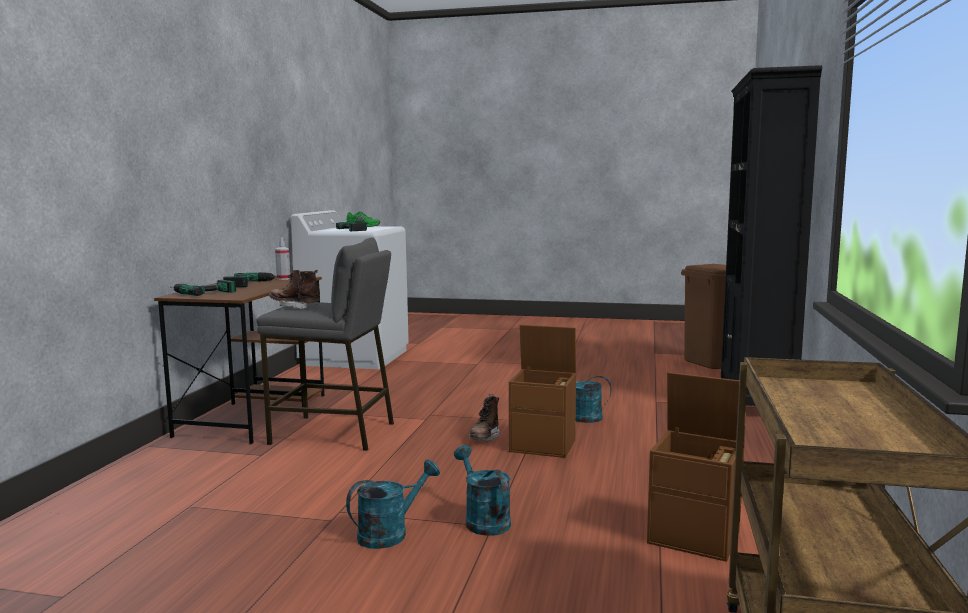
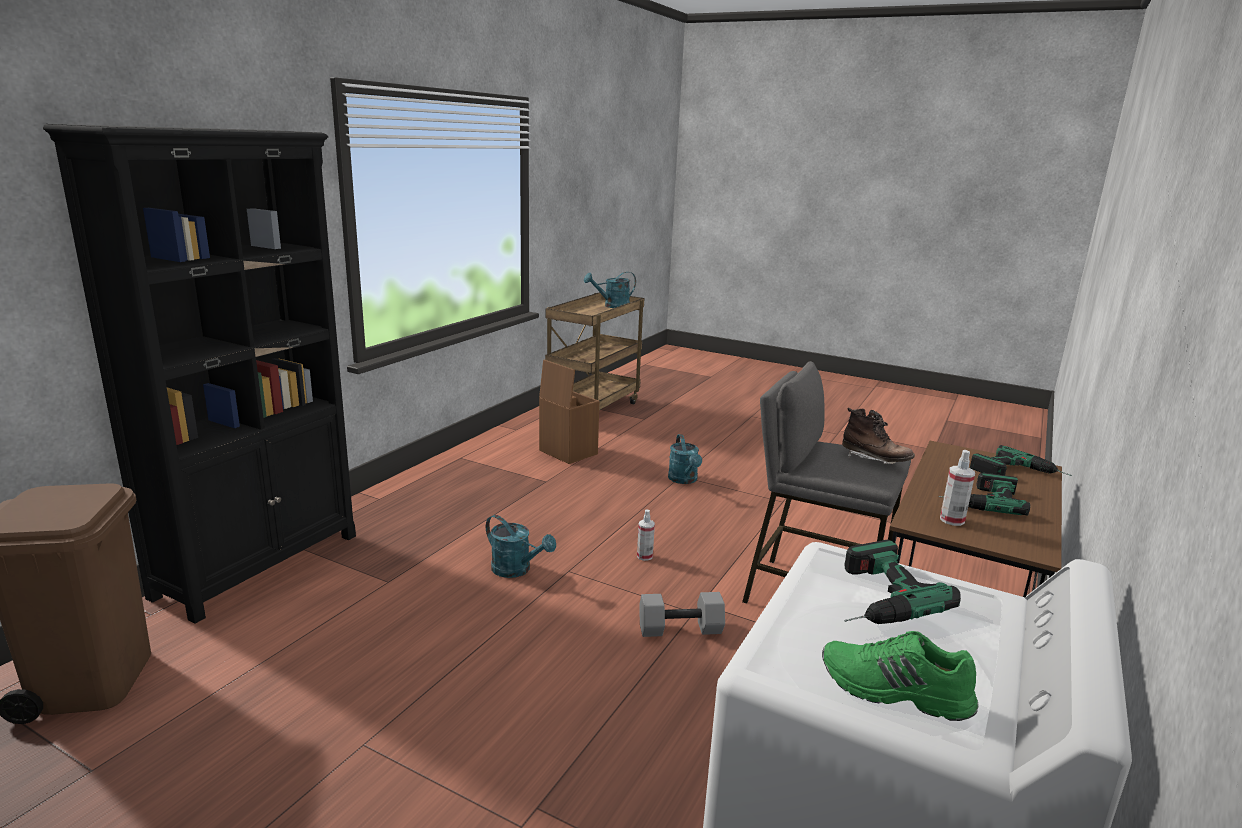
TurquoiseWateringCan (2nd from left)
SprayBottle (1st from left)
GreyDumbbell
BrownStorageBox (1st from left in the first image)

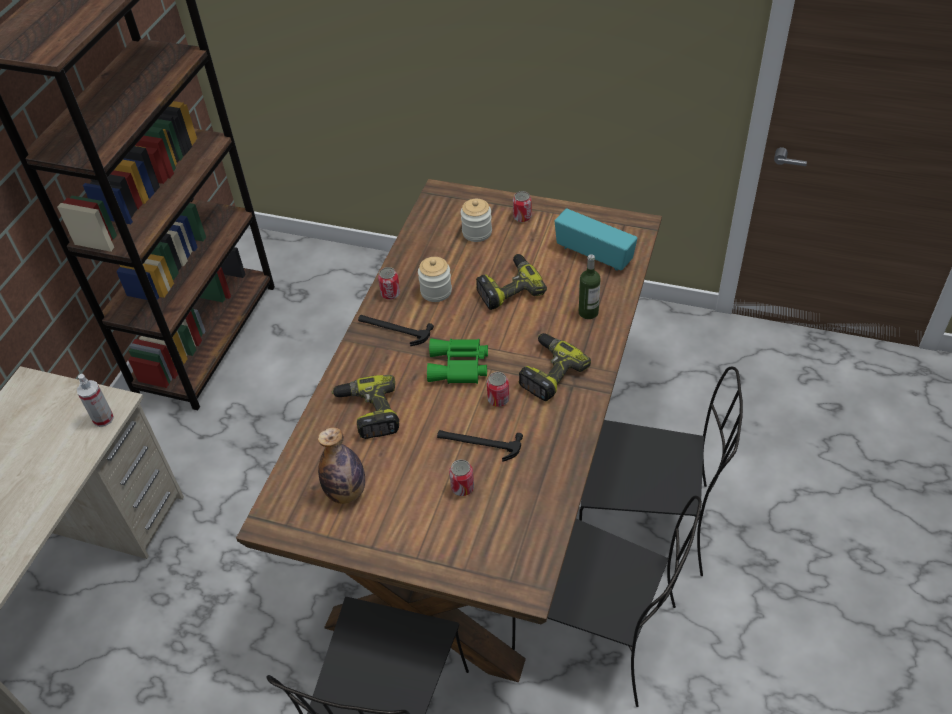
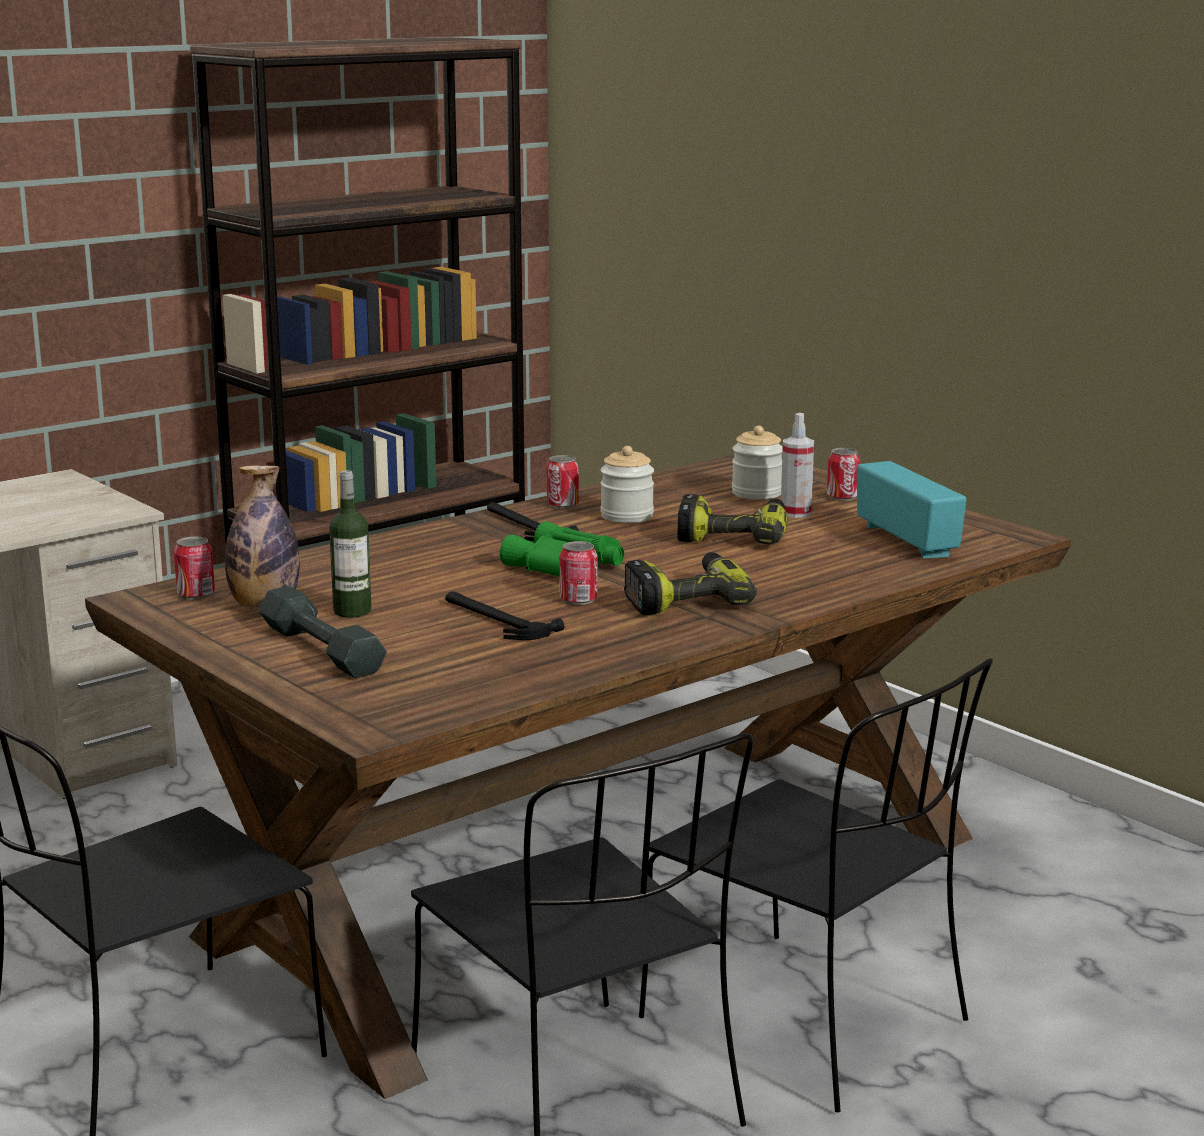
Can (1st from left)
GreyDumbbell
Bottle (2nd from left)
SprayBottle
PowerDrill (1st from left in the first image)

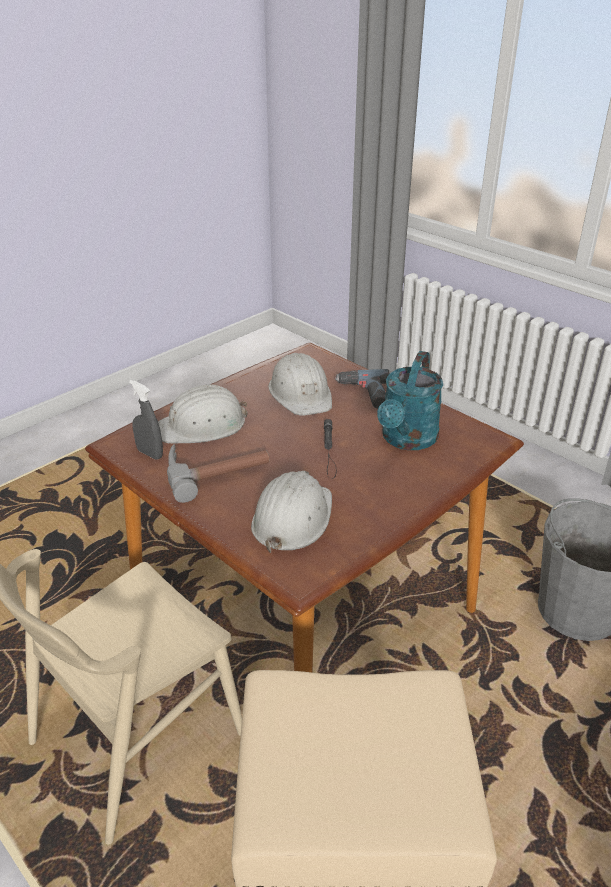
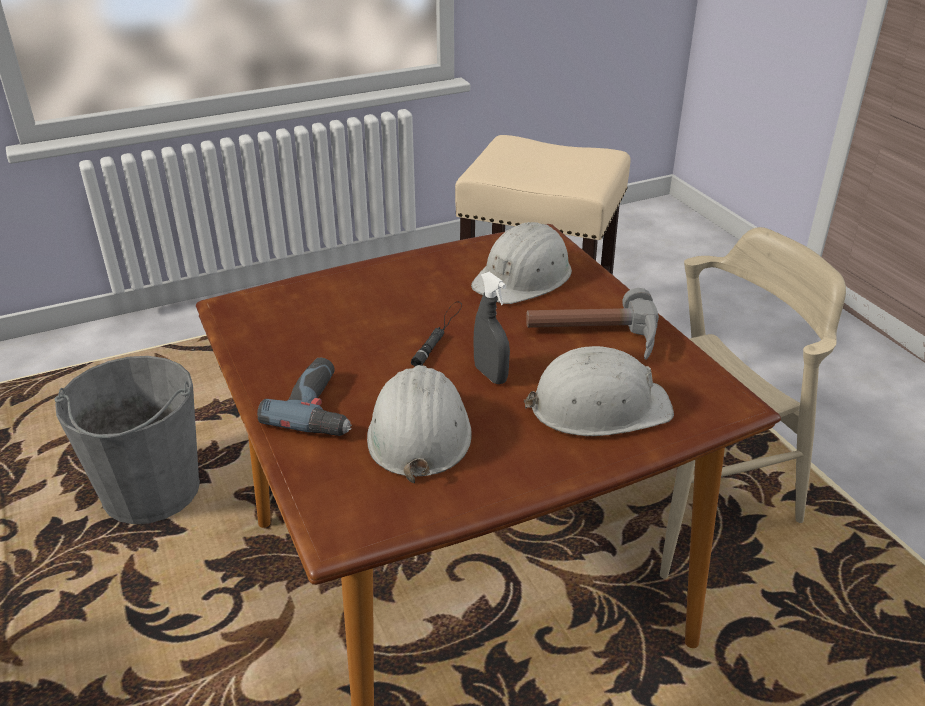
GreySprayBottle
TurquoiseWateringCan

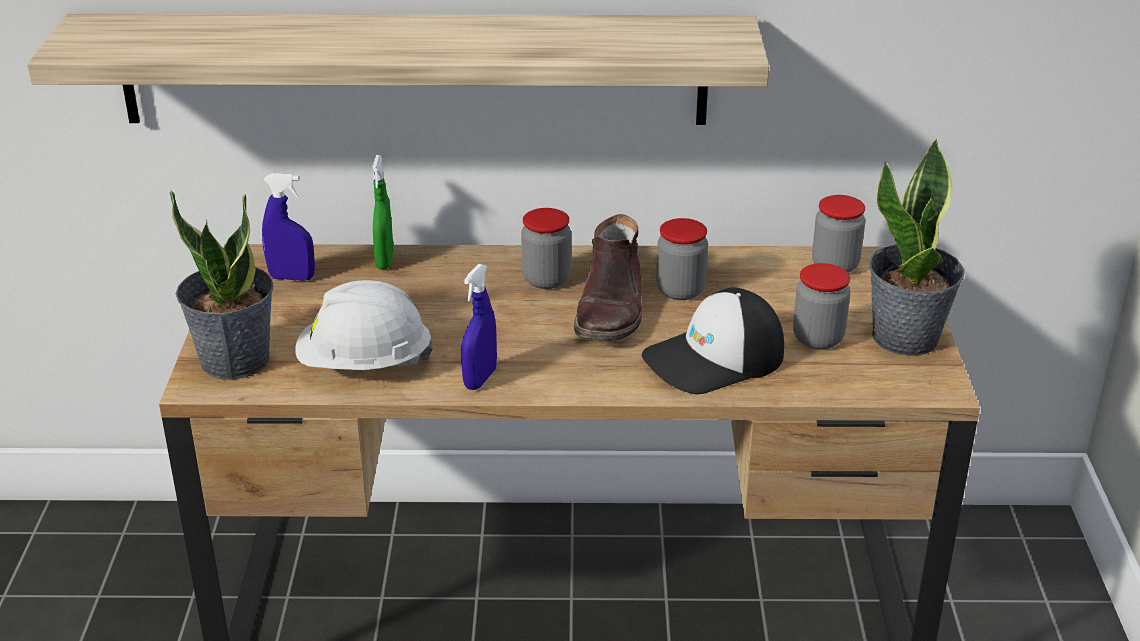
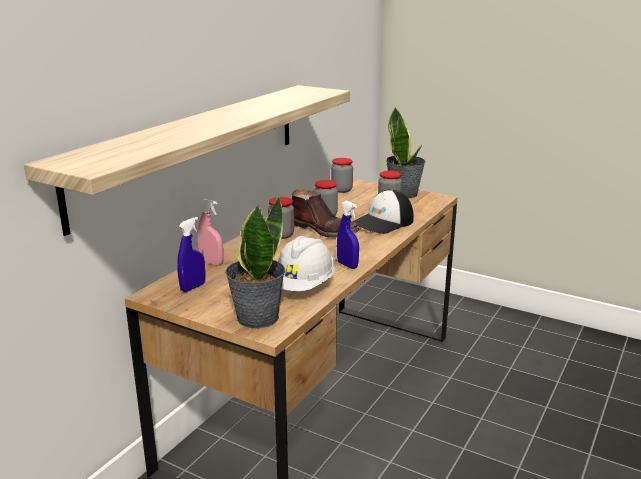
PinkSprayBottle
Cap

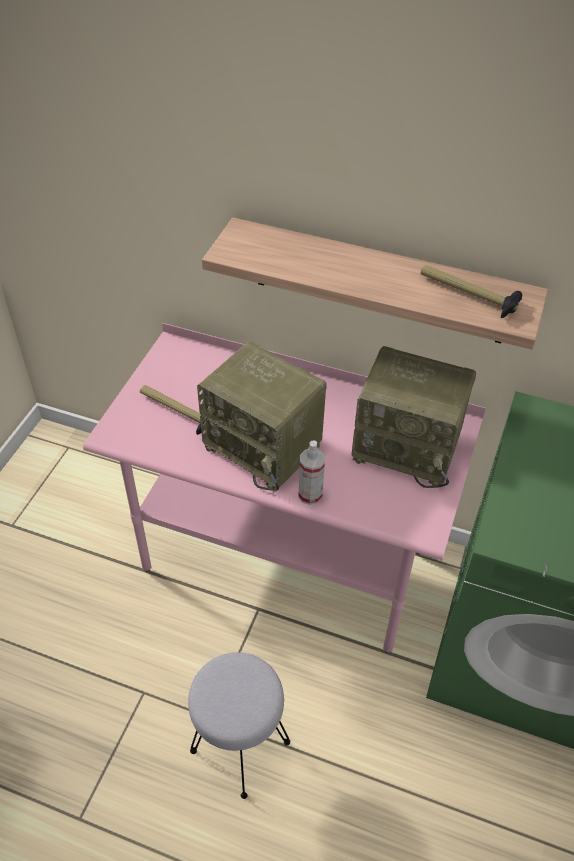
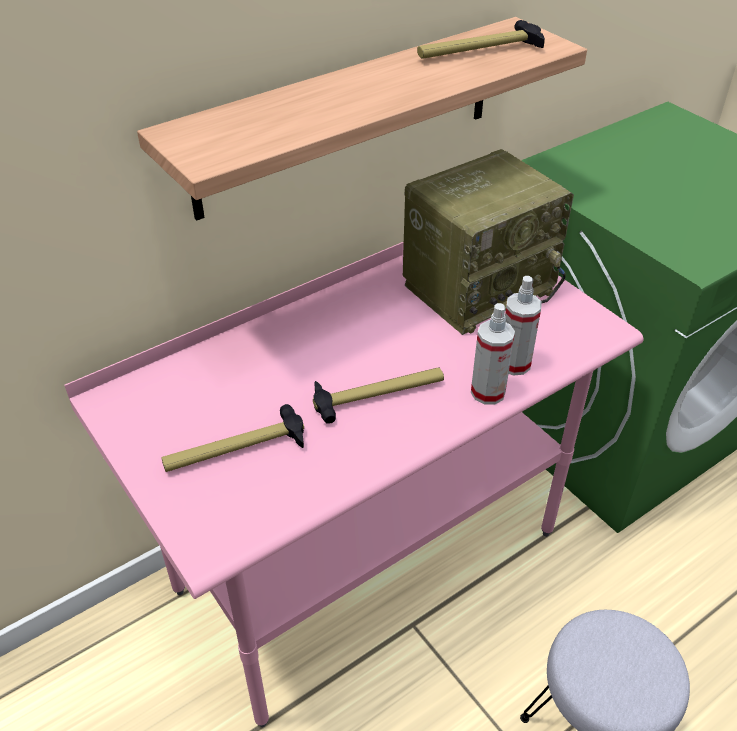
Hammer (2nd from left)
SprayBottle (2nd from left)

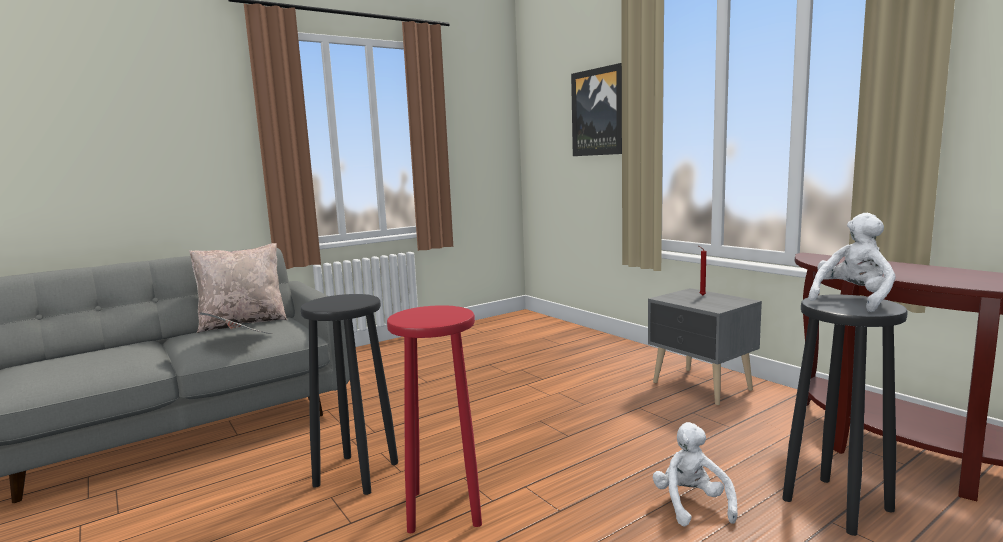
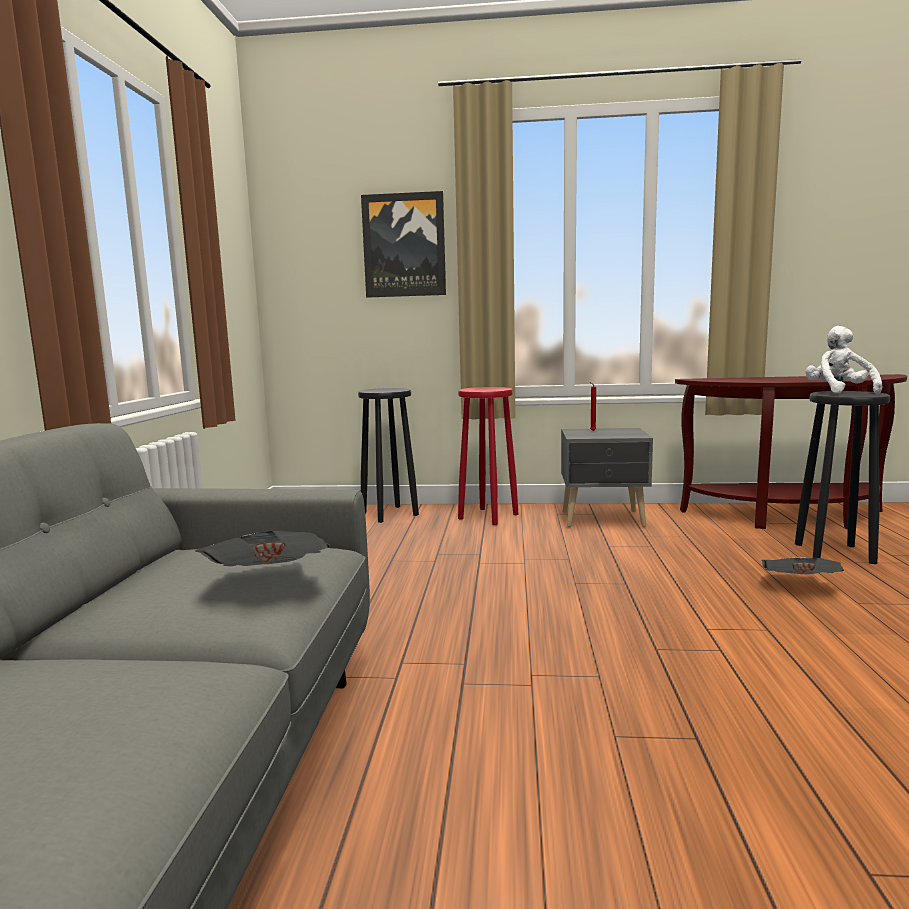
BlackStool (1st from left)
RedStool
Newspaper (2nd from left)
BeigePillow

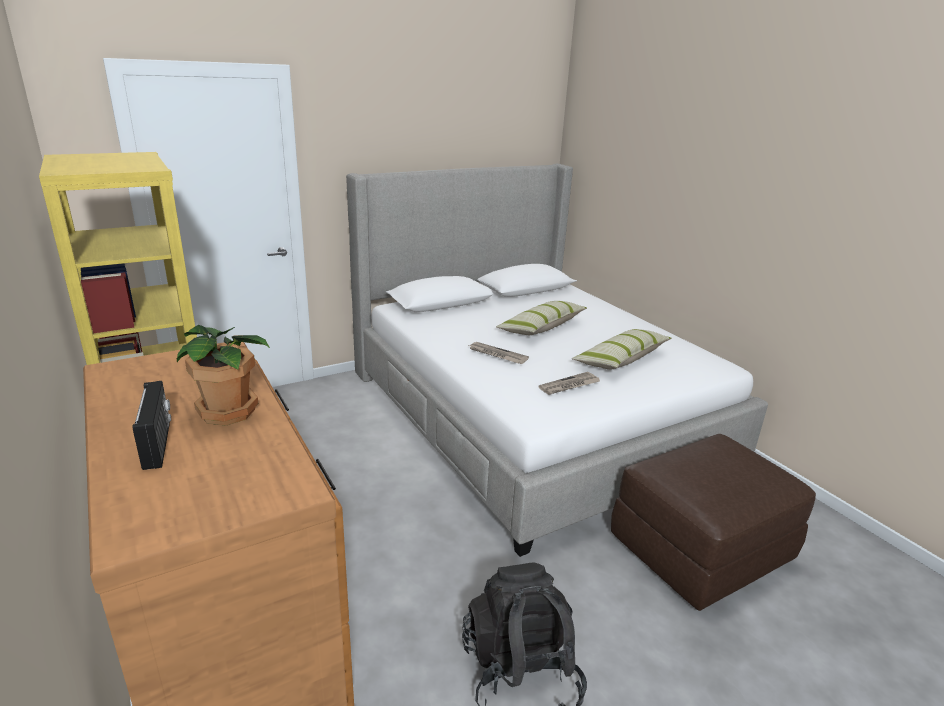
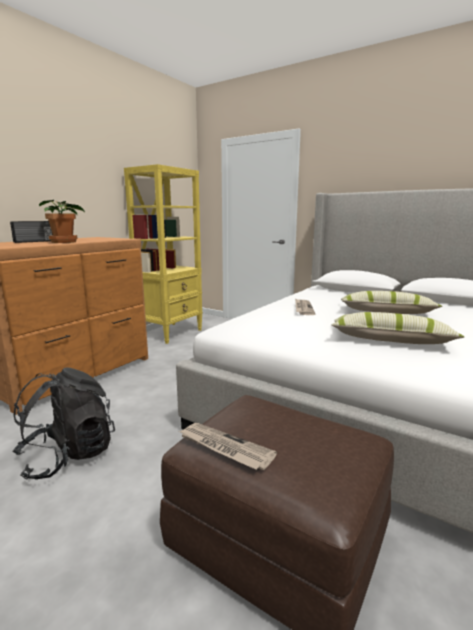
Newspaper (1st from left)

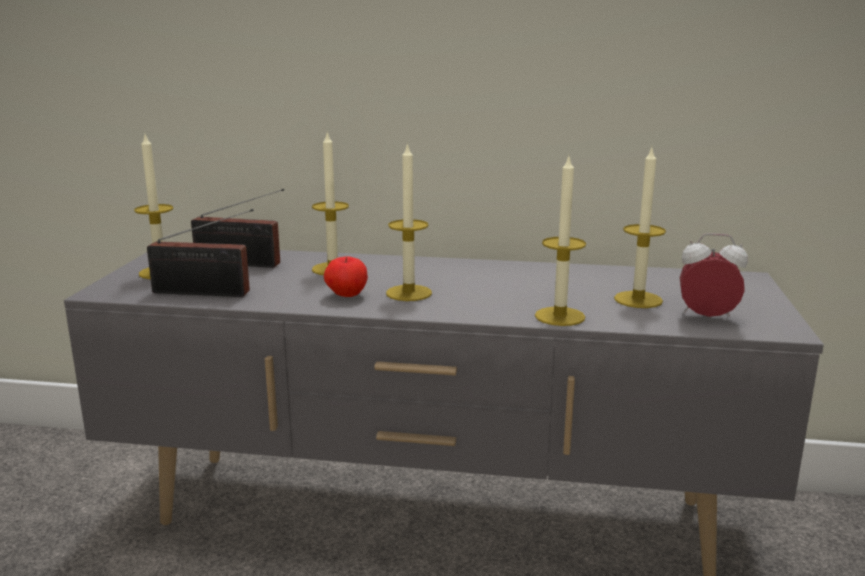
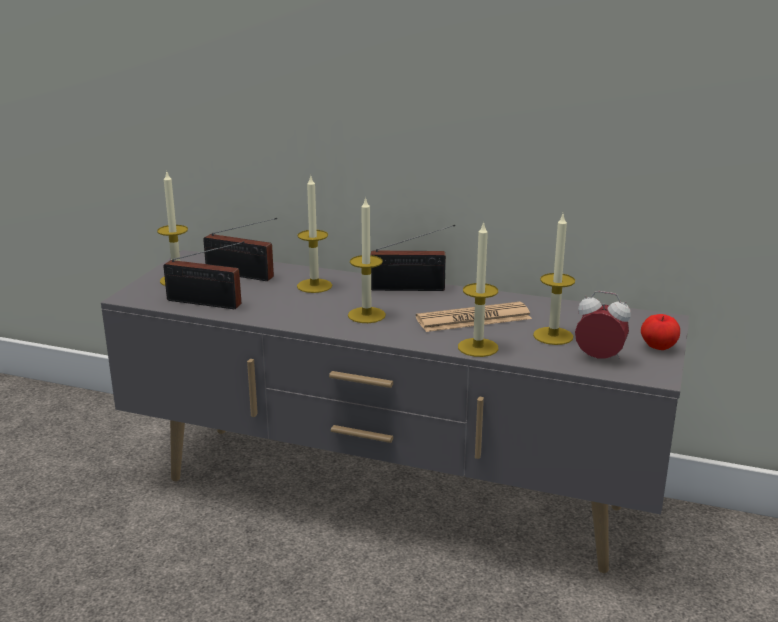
Radio (3rd from left)
Newspaper
Apple

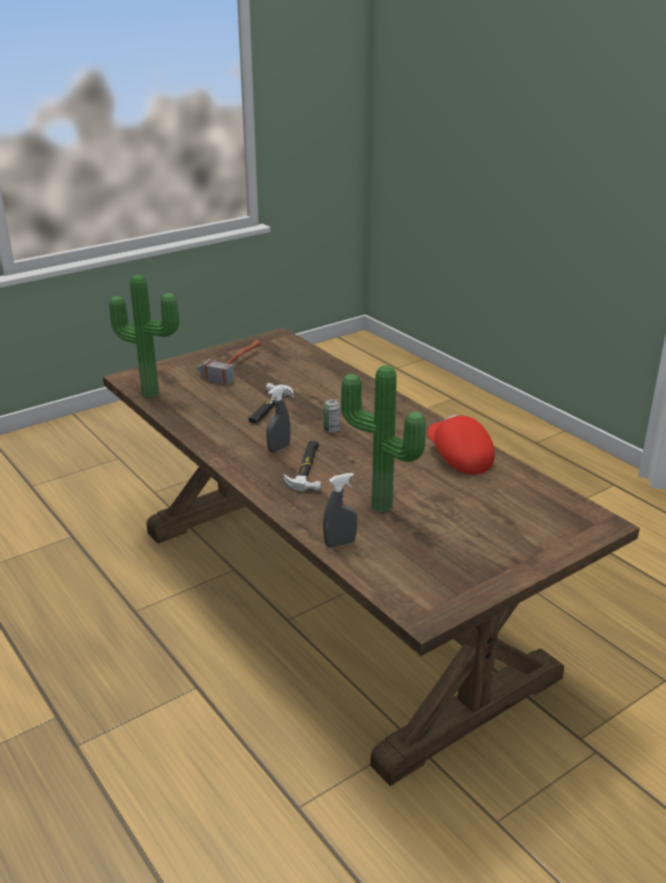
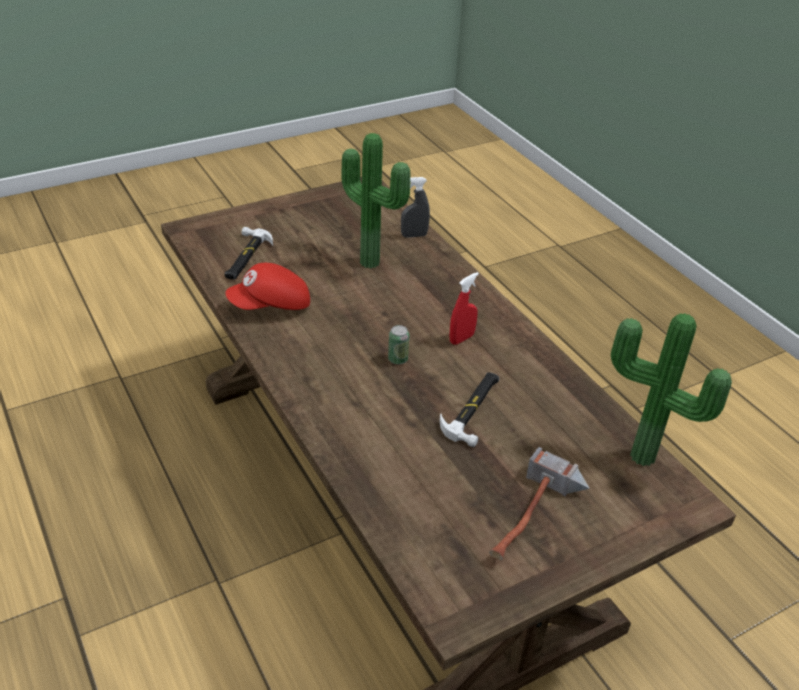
Hammer (1st from left)
RedCap
RedSprayBottle

